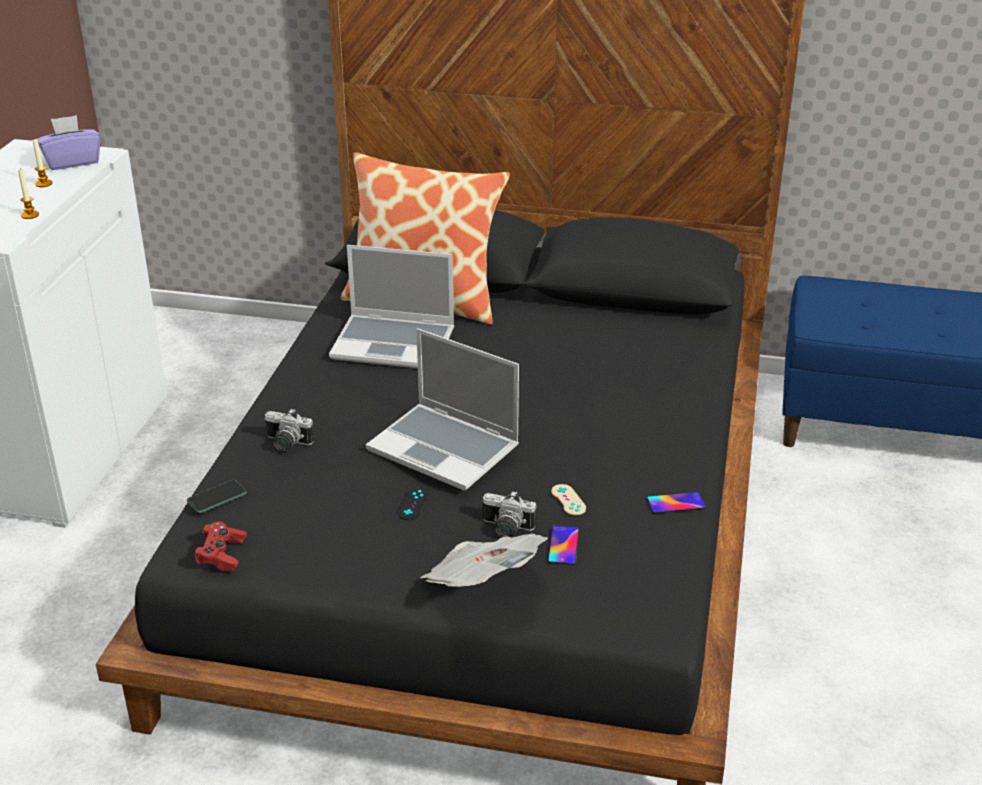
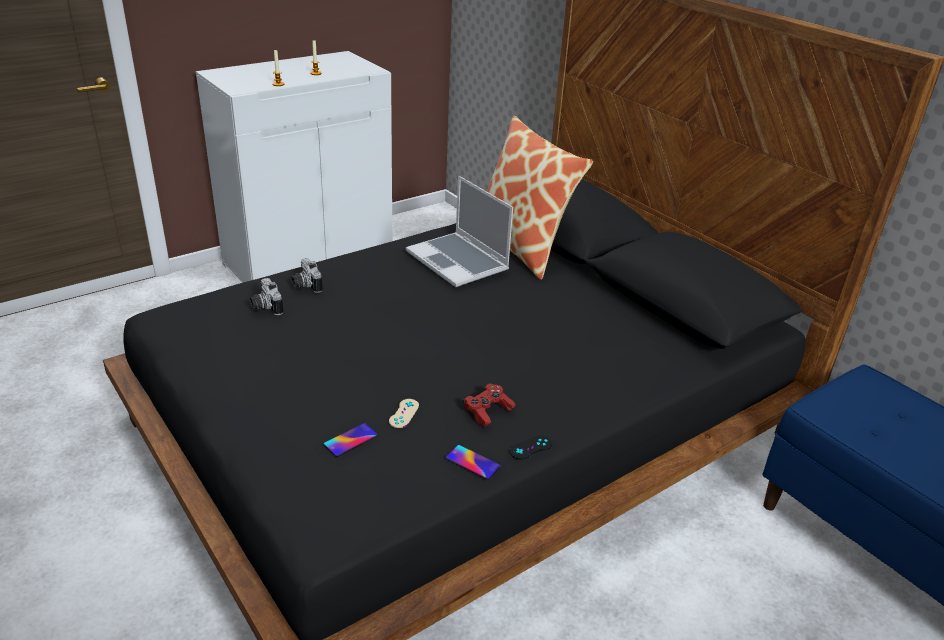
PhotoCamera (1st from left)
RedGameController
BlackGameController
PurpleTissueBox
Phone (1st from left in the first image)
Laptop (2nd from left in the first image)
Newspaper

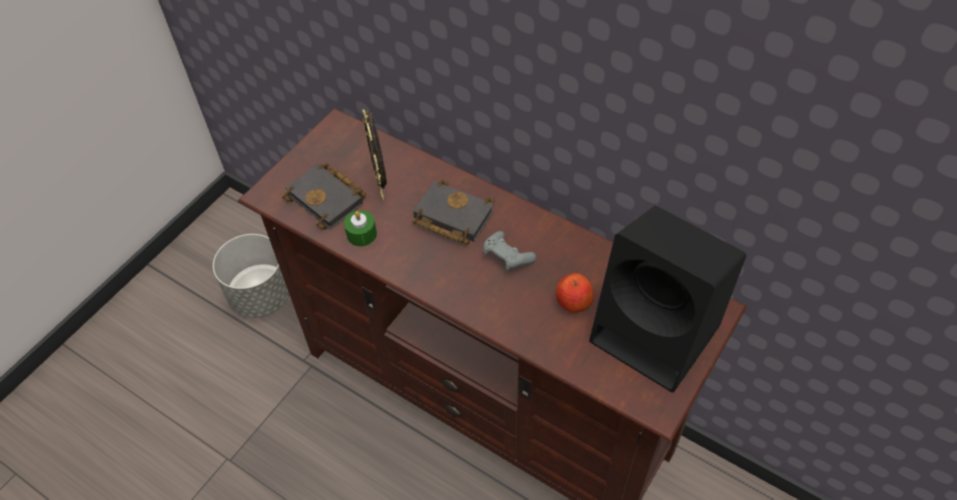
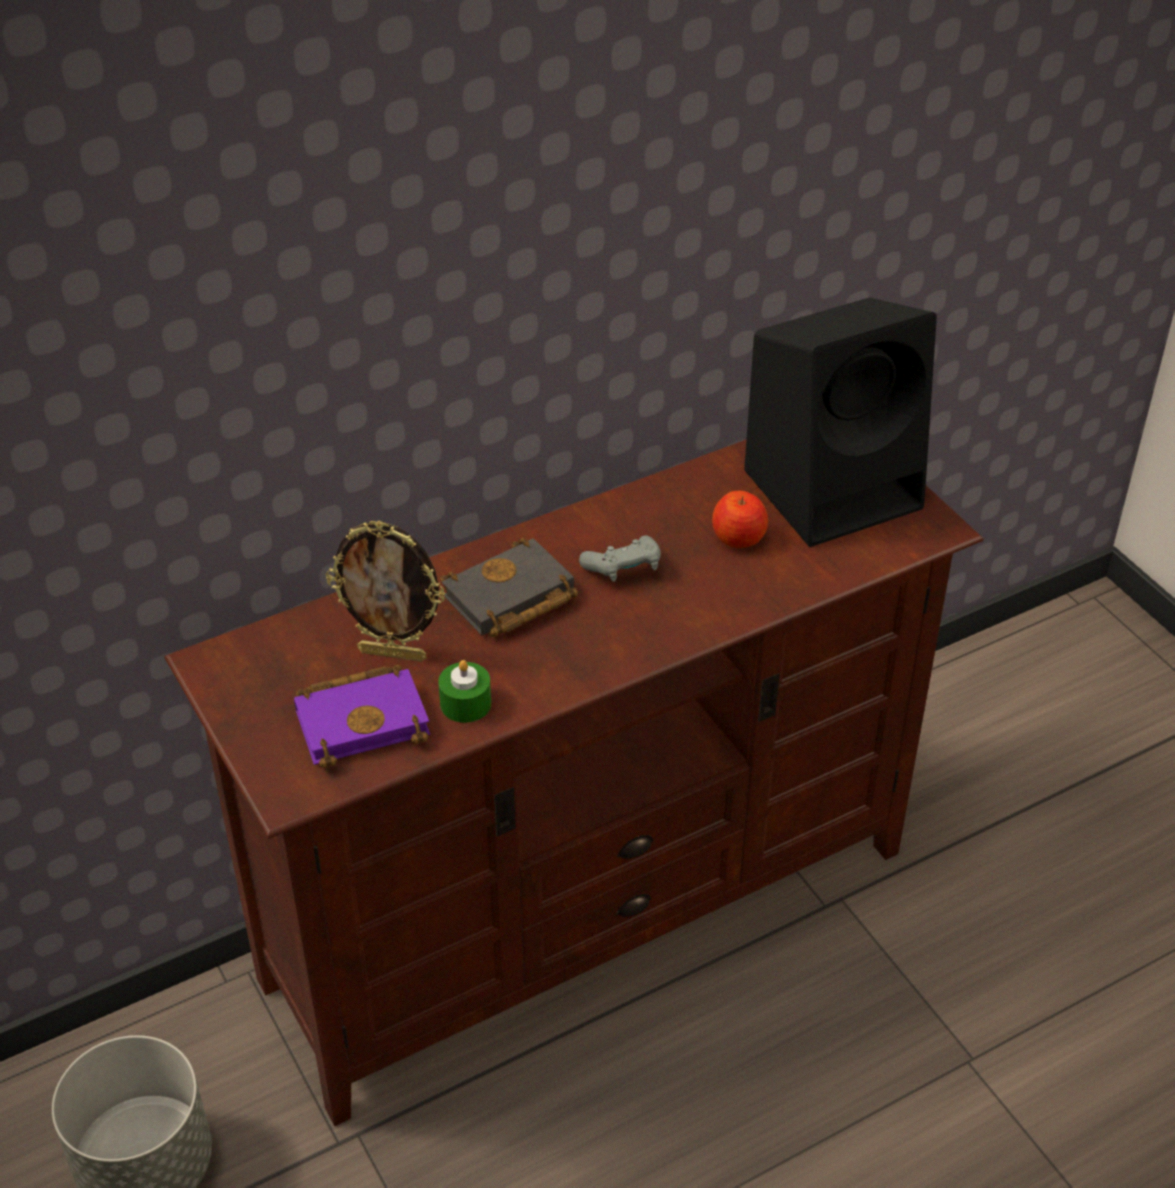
PurpleBook

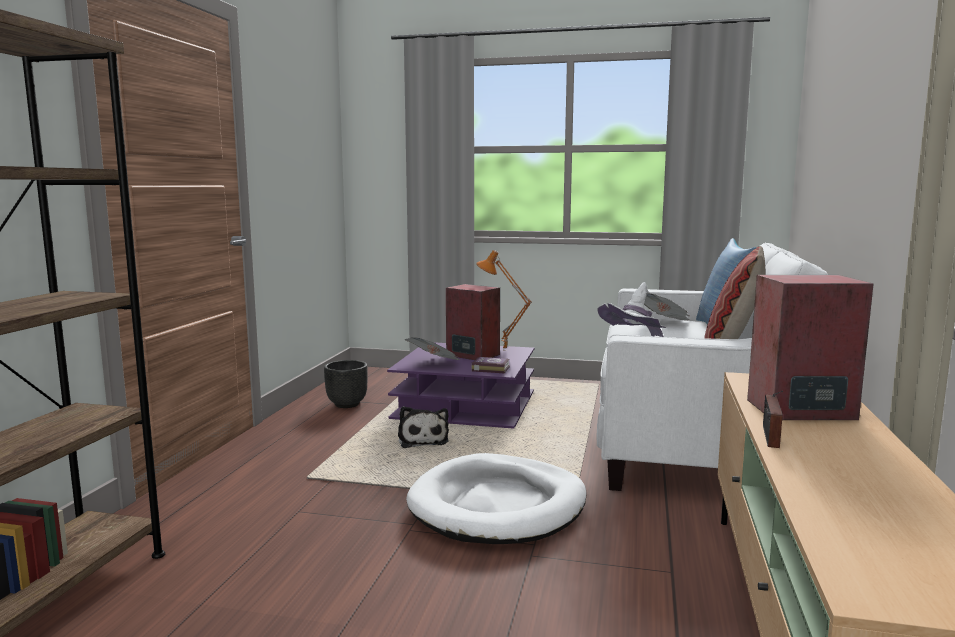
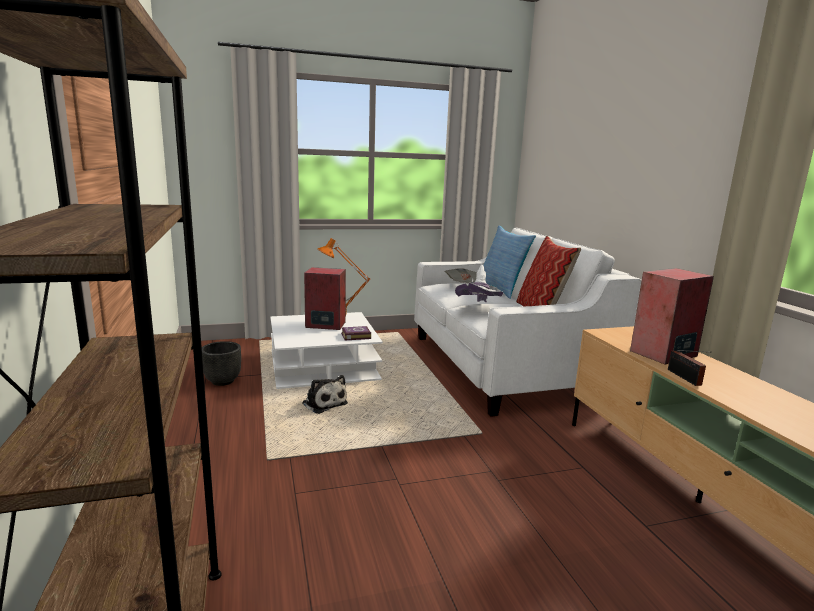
WhiteCoffeeTable
Newspaper (1st from left in the first image)
WhiteDogBed

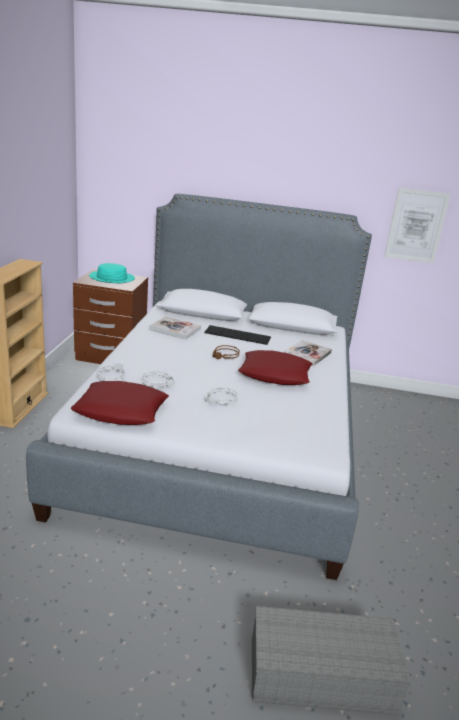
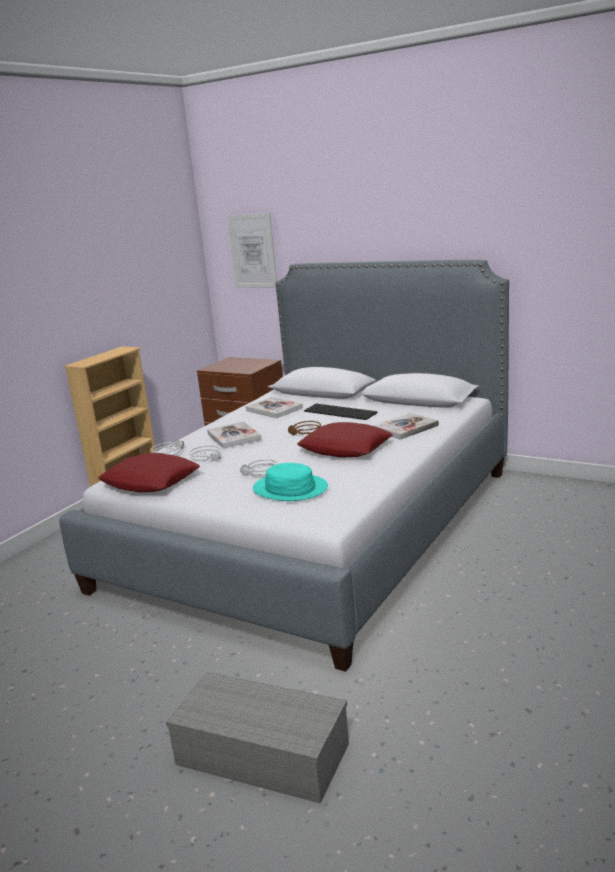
Book (1st from left)
Picture
TurquoiseHat

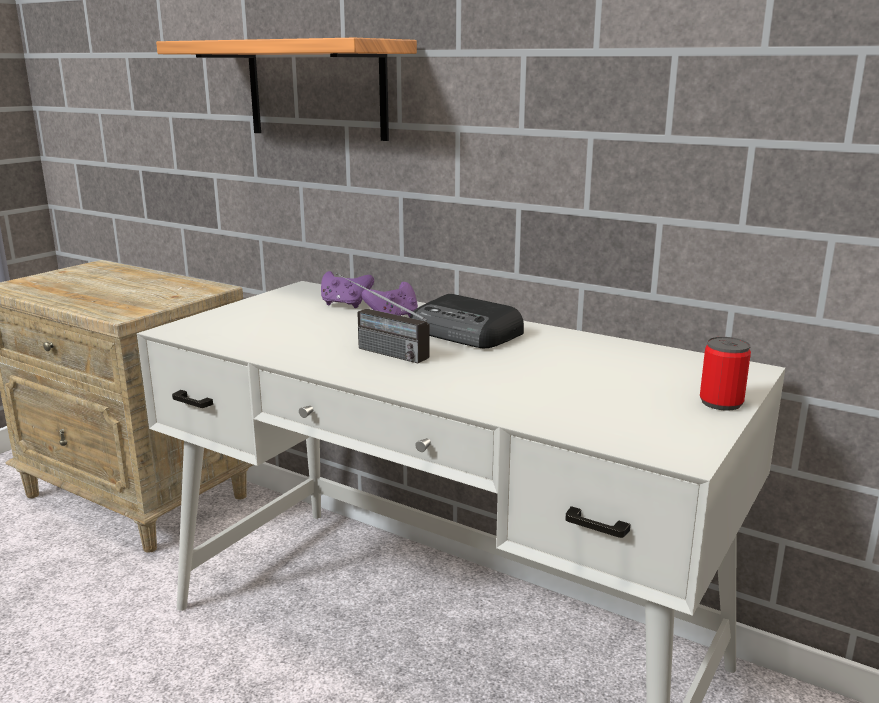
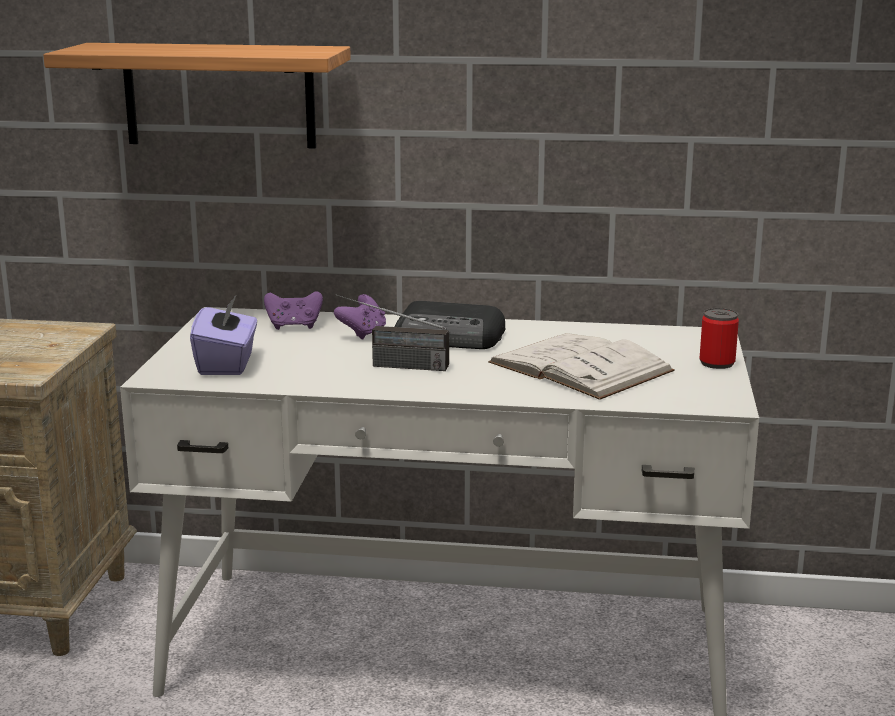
PurpleTissueBox
WhiteBook

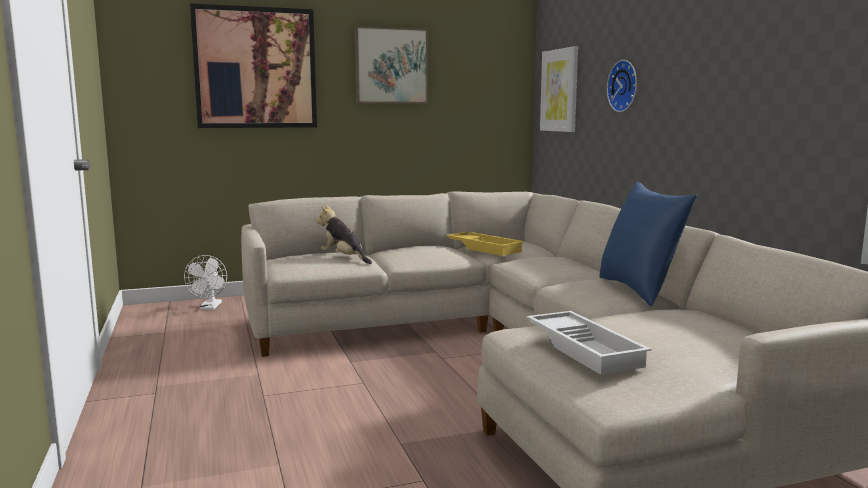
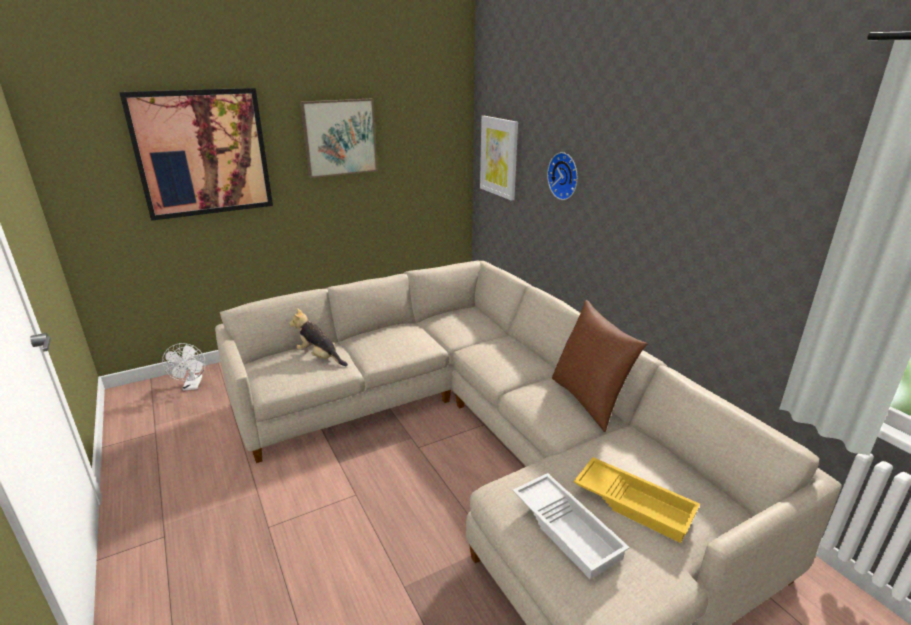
BrownPillow
YellowTray

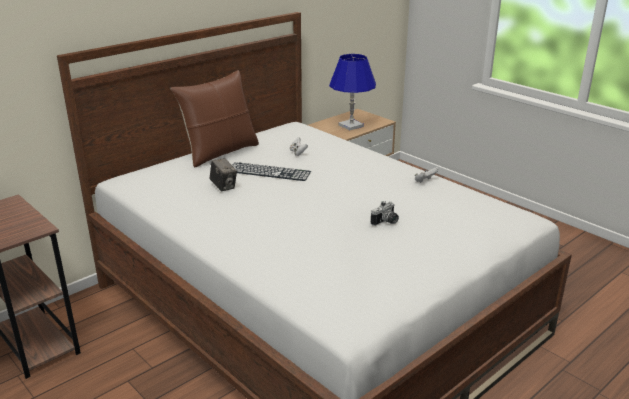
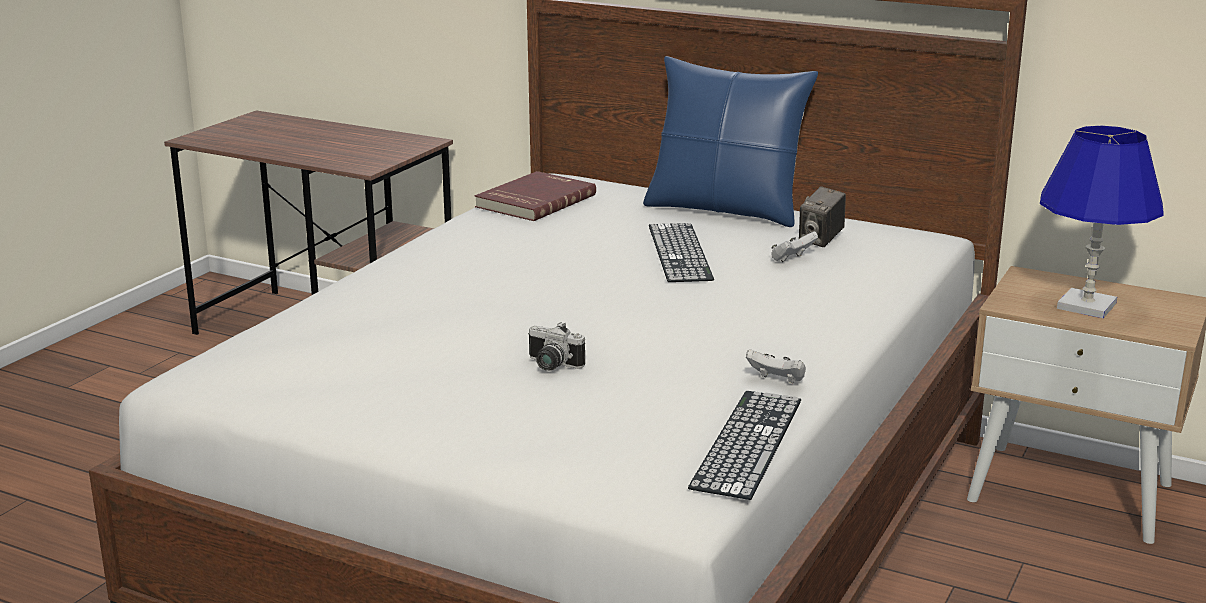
RedBook
BluePillow
Keyboard (2nd from left)
PhotoCamera (2nd from left)

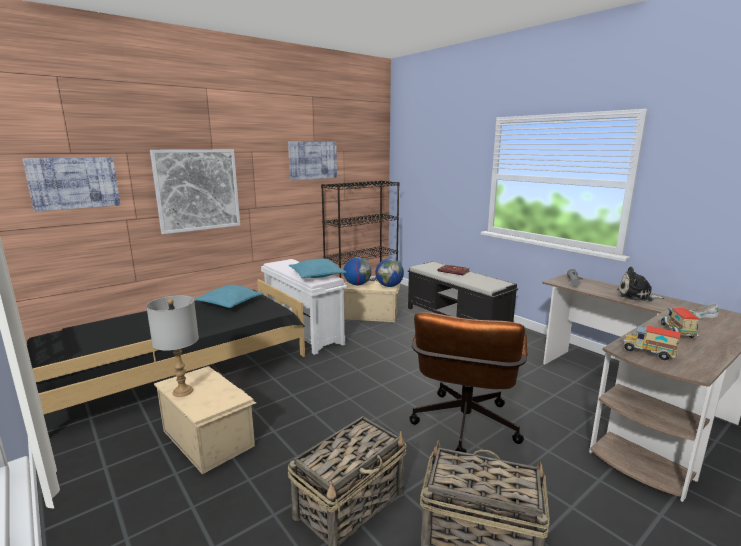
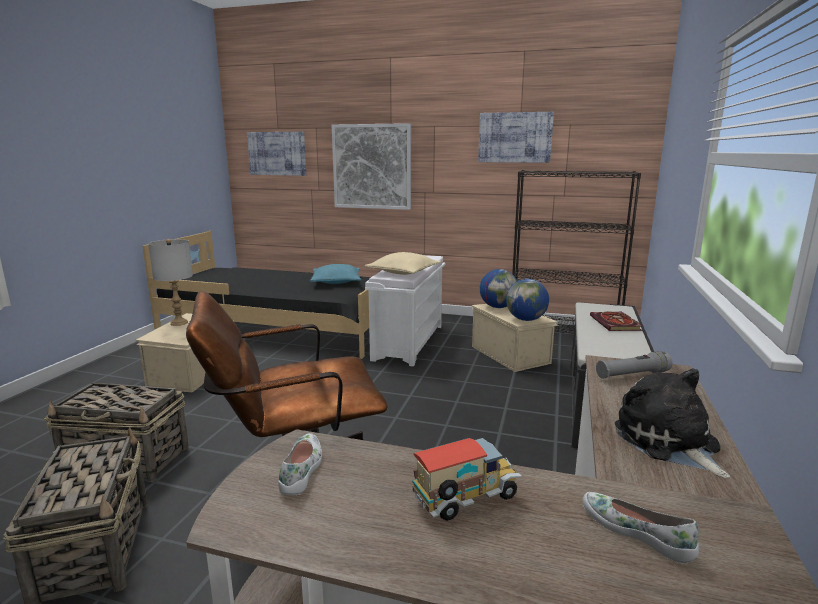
WhiteShoe (1st from left)
BeigePillow

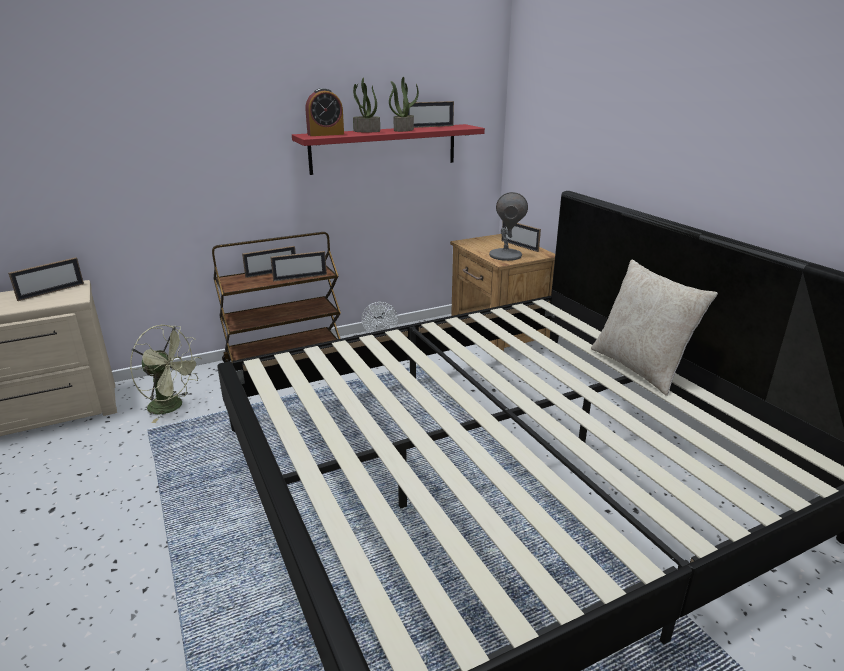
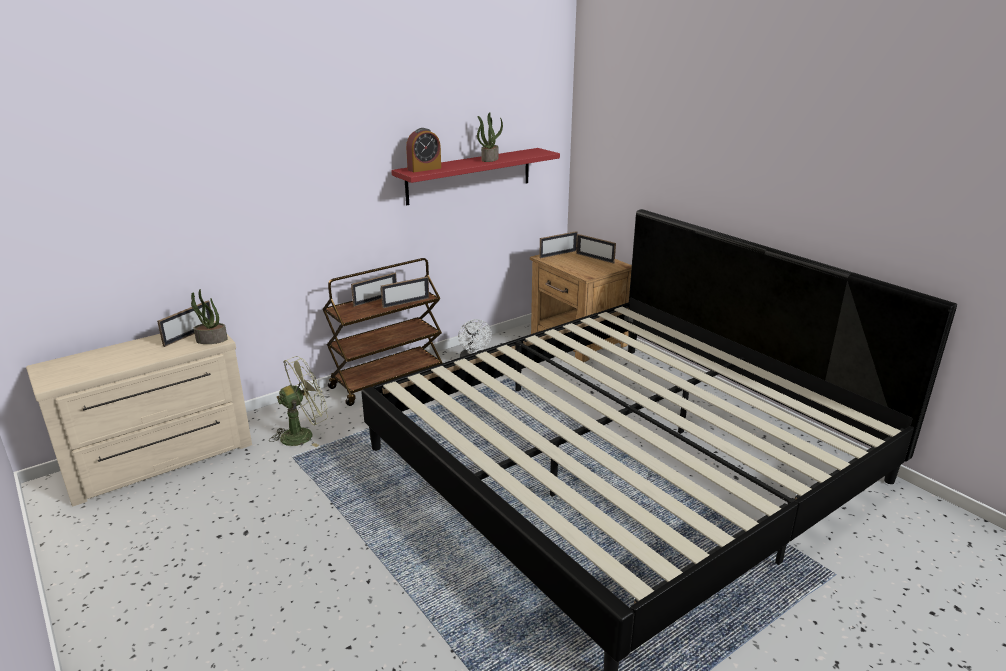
PottedPlant (1st from left)
GreenFan
PictureFrame (4th from left)
GreyTableLamp
BeigePillow

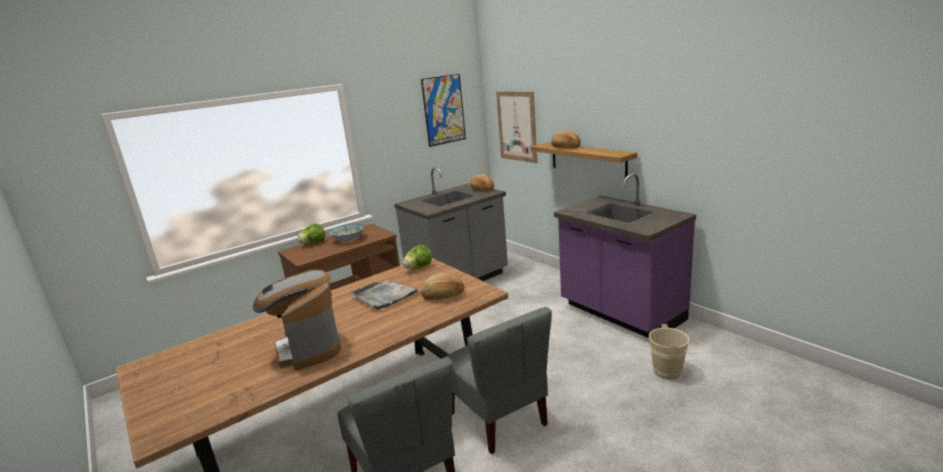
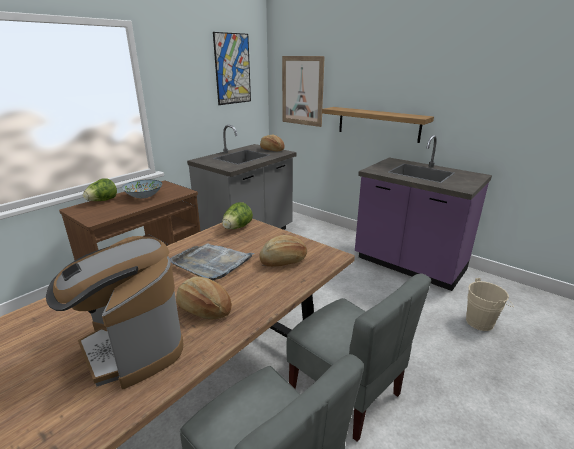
Bread (1st from left)

